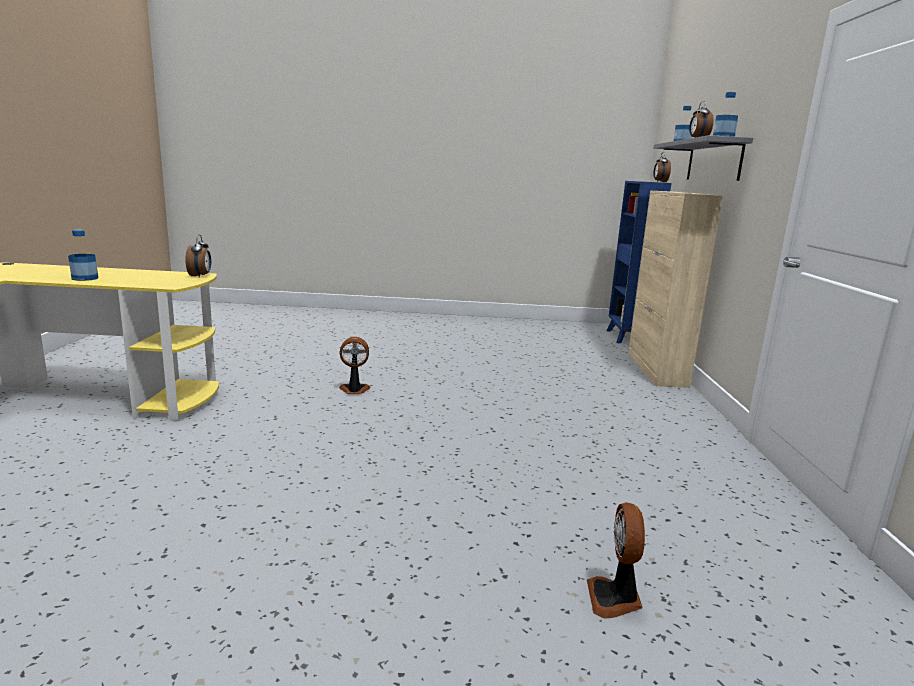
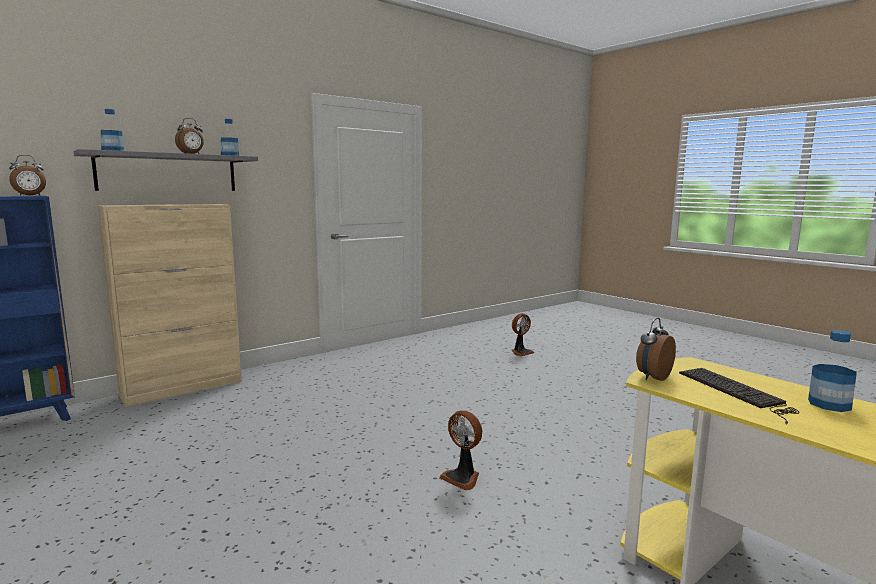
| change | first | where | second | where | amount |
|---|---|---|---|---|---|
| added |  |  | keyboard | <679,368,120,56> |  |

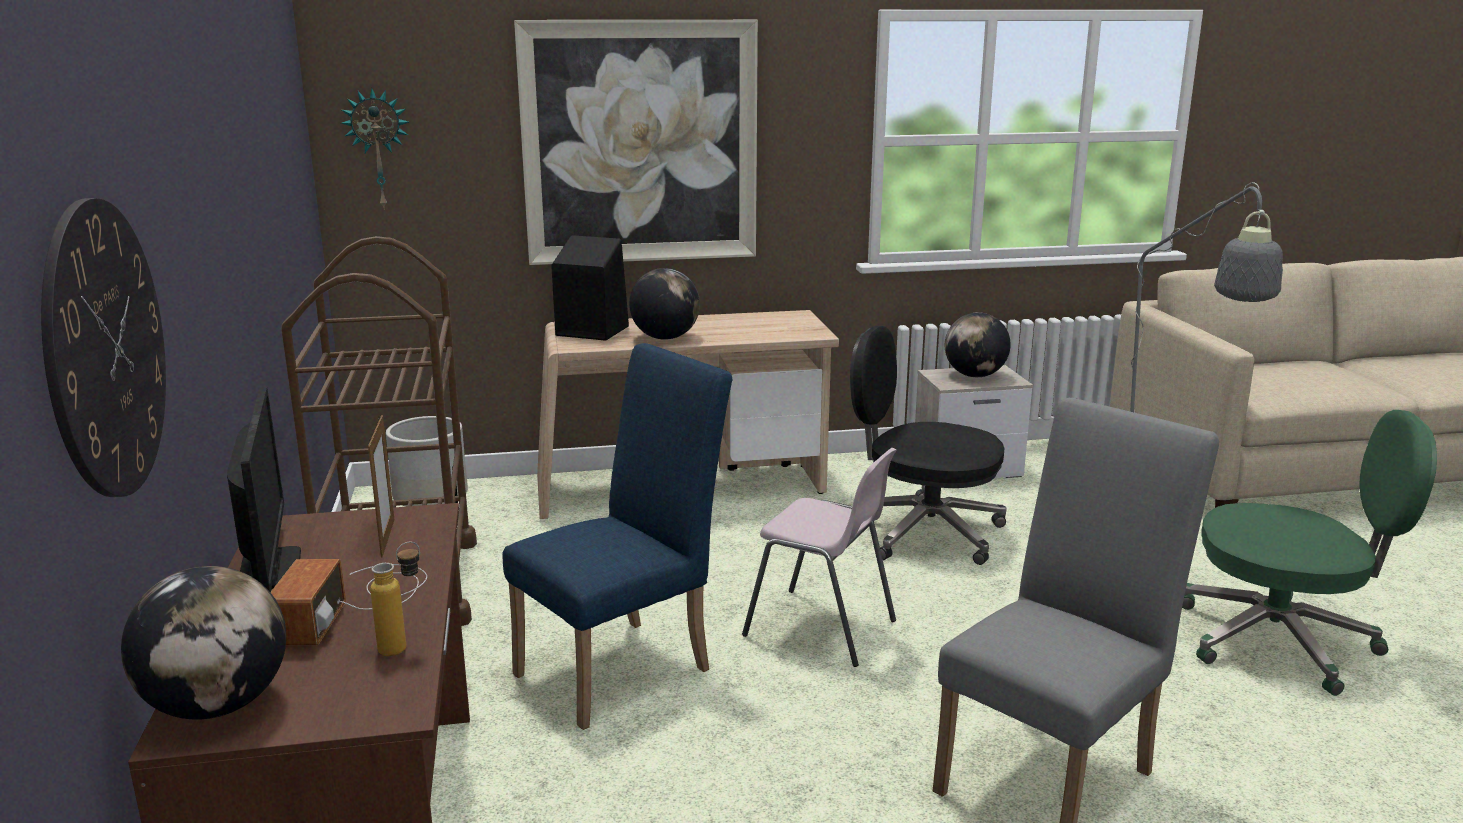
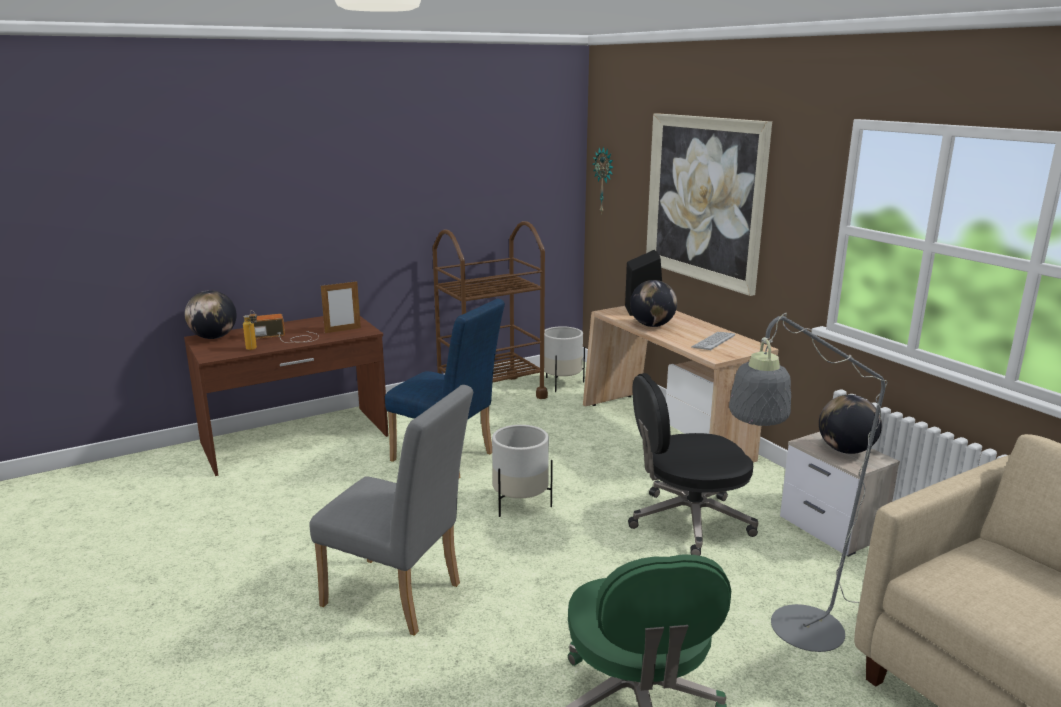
| change | first | where | second | where | amount |
|---|---|---|---|---|---|
| removed | wall clock | <41,198,125,299> |  |  |  |
| removed | monitor | <227,387,74,205> |  |  |  |
| added |  |  | keyboard | <691,332,44,18> |  |
| replaced | pink chair | <742,448,154,219> | white planter | <492,425,61,92> |  |
| turned | black office chair | <850,326,157,239> |  | <628,373,130,183> | 105 degrees counterclockwise |

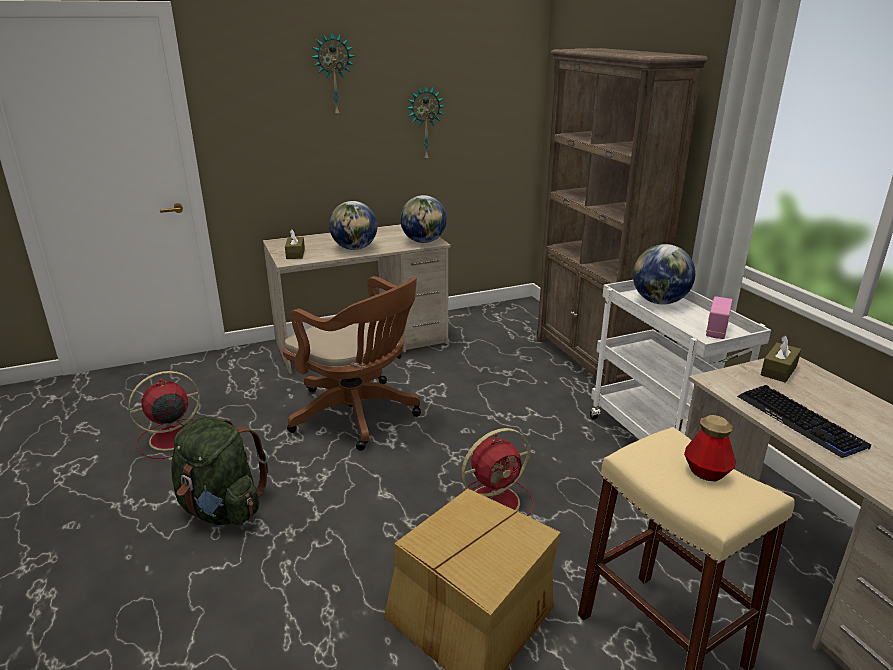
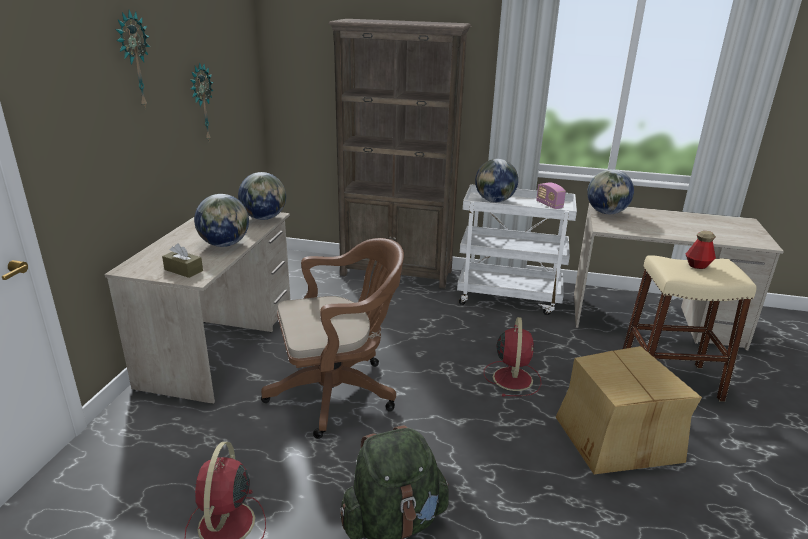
| change | first | where | second | where | amount |
|---|---|---|---|---|---|
| removed | keyboard | <737,385,134,73> |  |  |  |
| replaced | brown tissue box | <761,335,40,48> | globe | <587,169,47,45> |  |

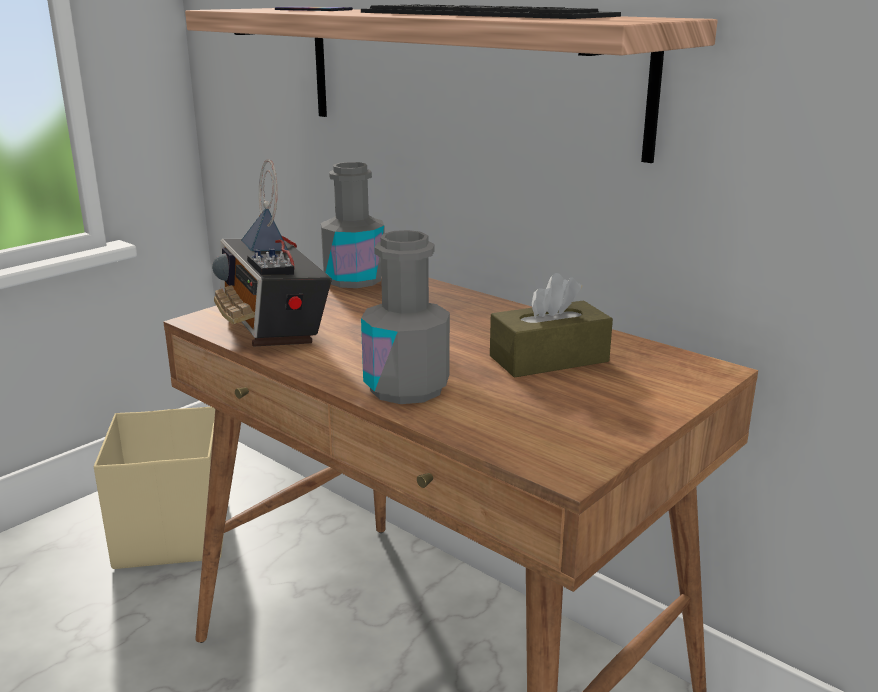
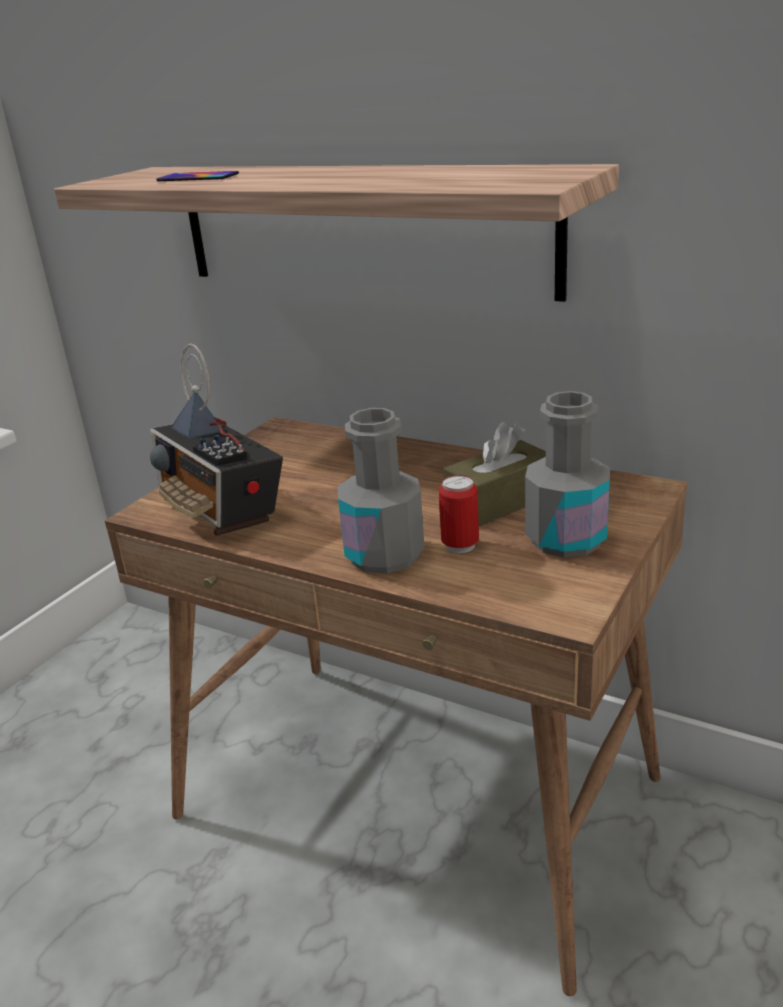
| change | first | where | second | where | amount |
|---|---|---|---|---|---|
| removed | beige storage box | <93,407,131,162> |  |  |  |
| removed | keyboard | <361,4,260,15> |  |  |  |
| added |  |  | can | <439,475,40,78> |  |
| moved | grey bottle | <321,162,64,126> |  | <525,391,85,167> |  |

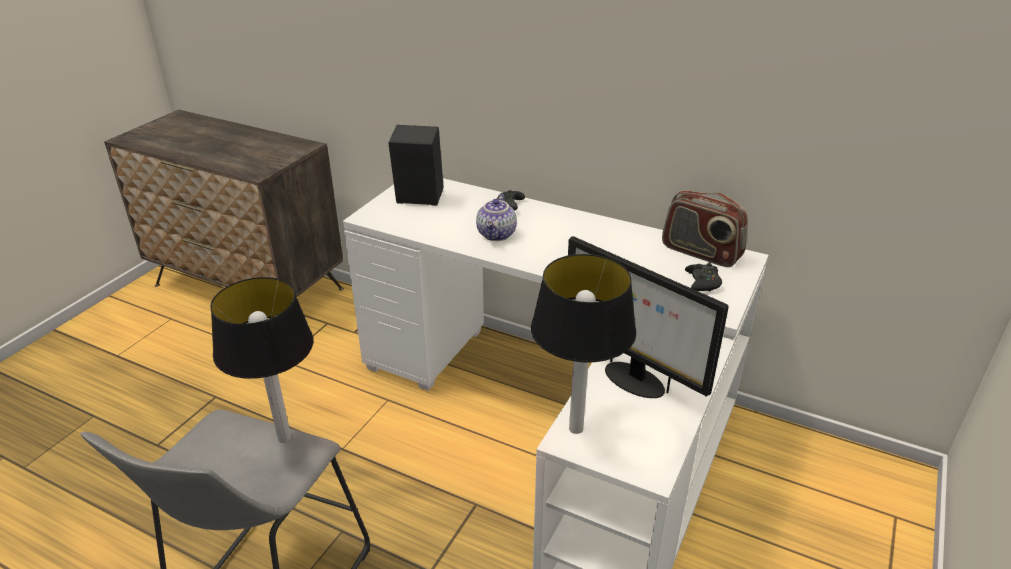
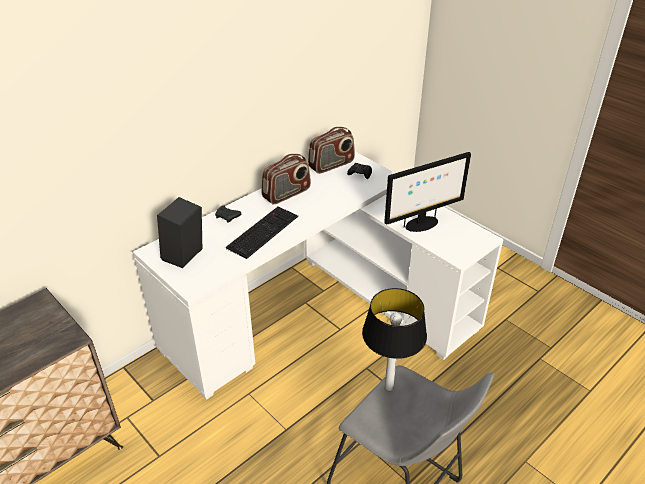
| change | first | where | second | where | amount |
|---|---|---|---|---|---|
| removed | table lamp | <531,254,105,180> |  |  |  |
| added |  |  | radio | <261,154,50,51> |  |
| replaced | teapot | <476,194,41,47> | keyboard | <226,207,72,52> |  |

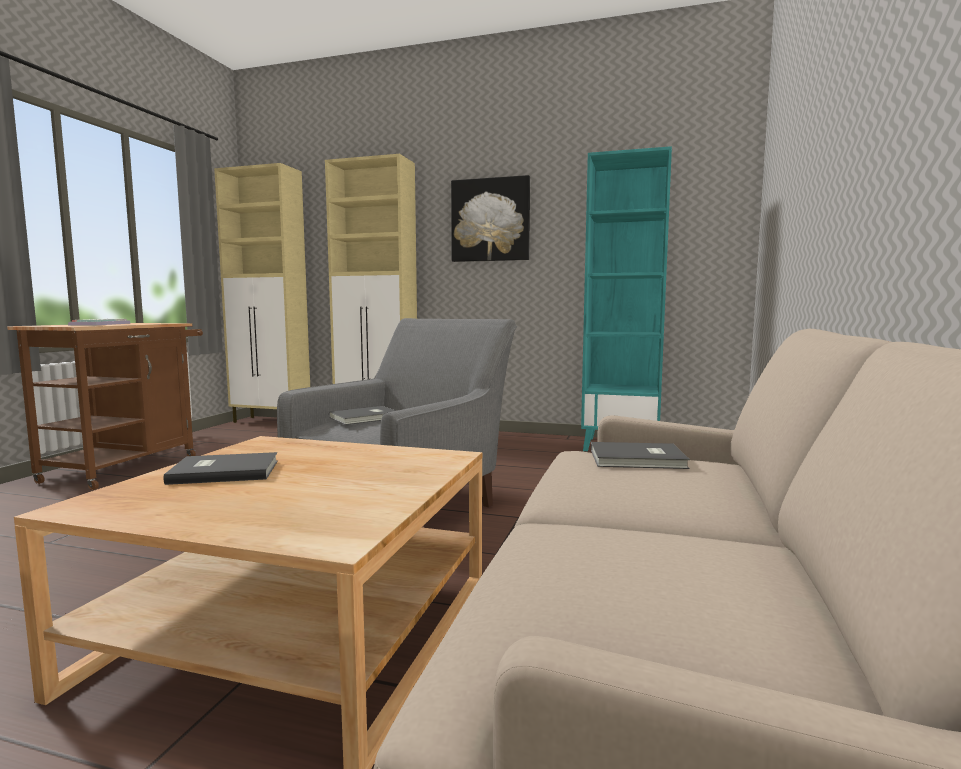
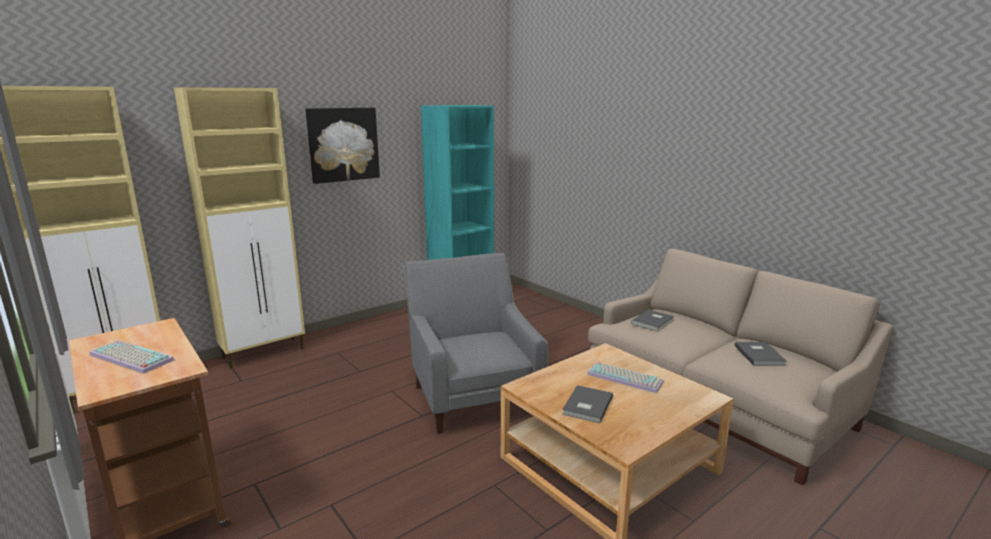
| change | first | where | second | where | amount |
|---|---|---|---|---|---|
| added |  |  | keyboard | <587,362,77,31> |  |
| moved | grey book | <329,406,67,19> |  | <735,342,52,24> |  |

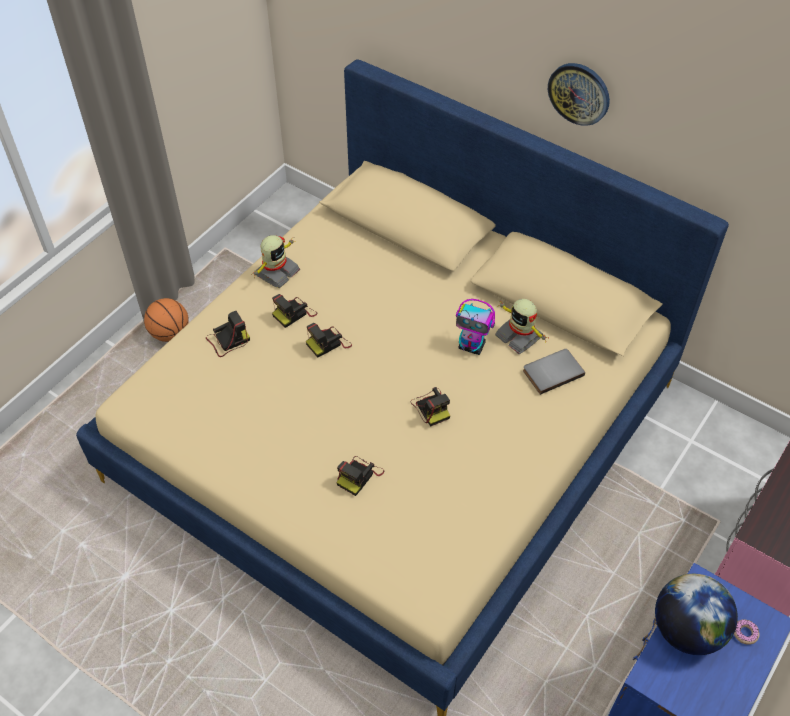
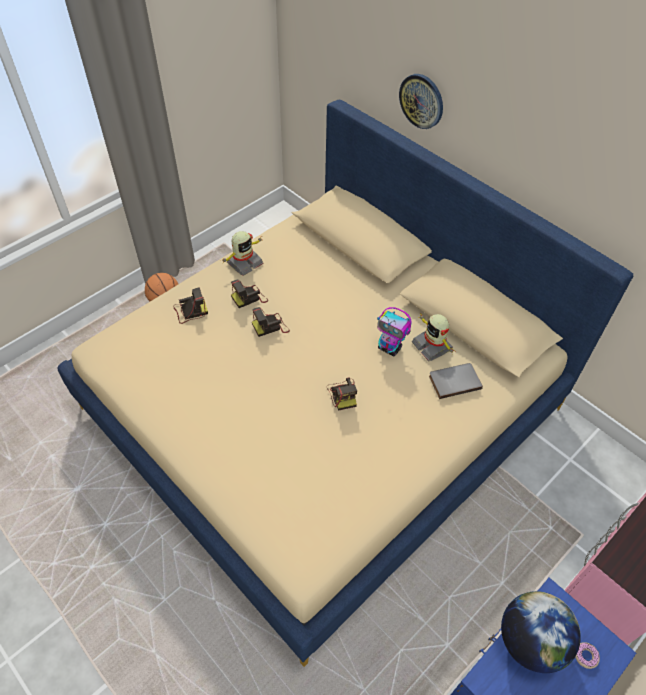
| change | first | where | second | where | amount |
|---|---|---|---|---|---|
| removed | photo camera | <336,456,48,40> |  |  |  |
| moved | wall clock | <548,63,62,63> |  | <399,74,44,55> |  |

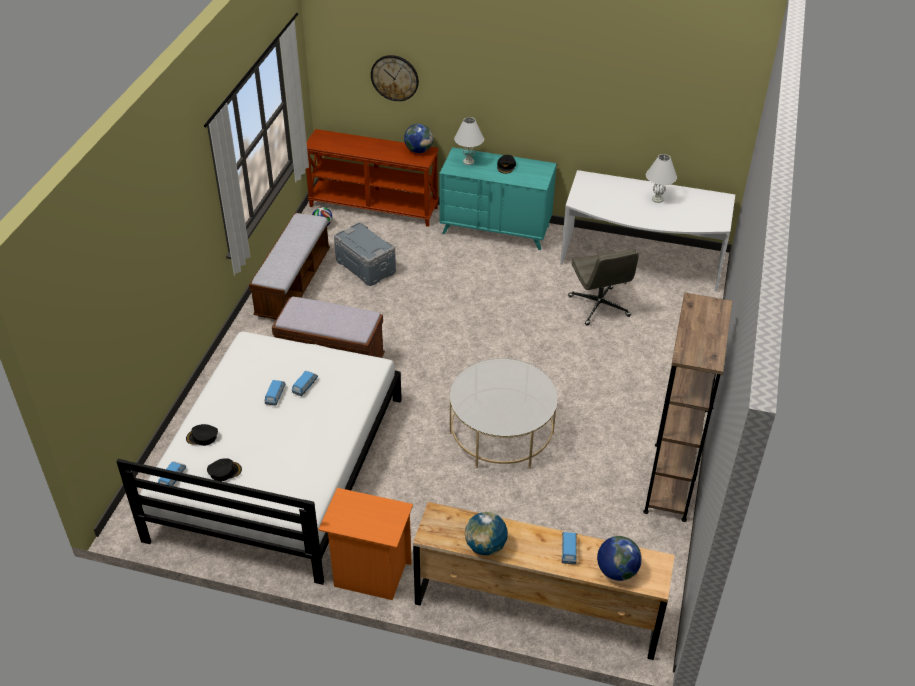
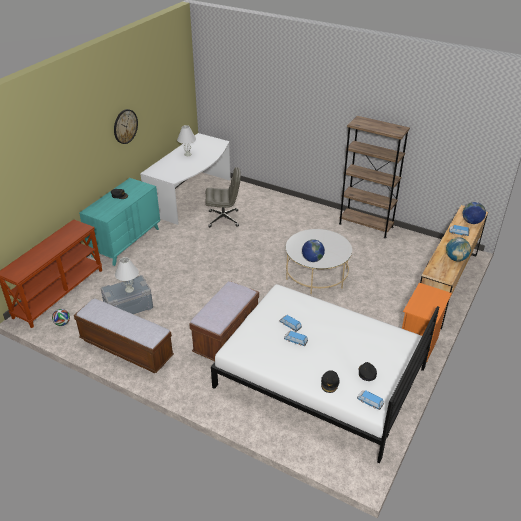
| change | first | where | second | where | amount |
|---|---|---|---|---|---|
| moved | wall clock | <371,55,48,46> |  | <114,109,24,35> |  |
| moved | globe | <404,124,29,29> |  | <302,239,23,23> |  |
| moved | white table lamp | <454,117,30,48> |  | <115,257,24,36> |  |

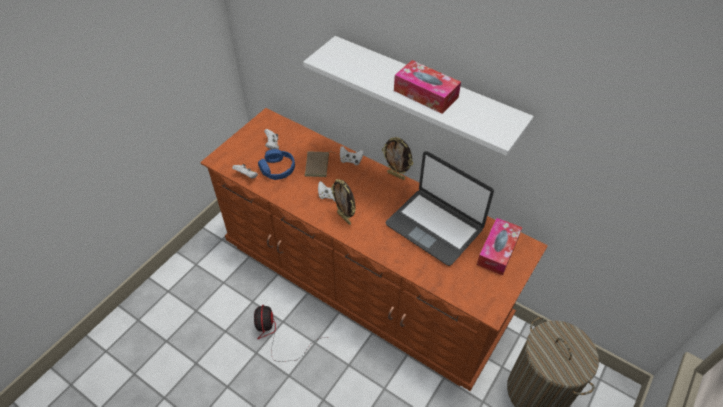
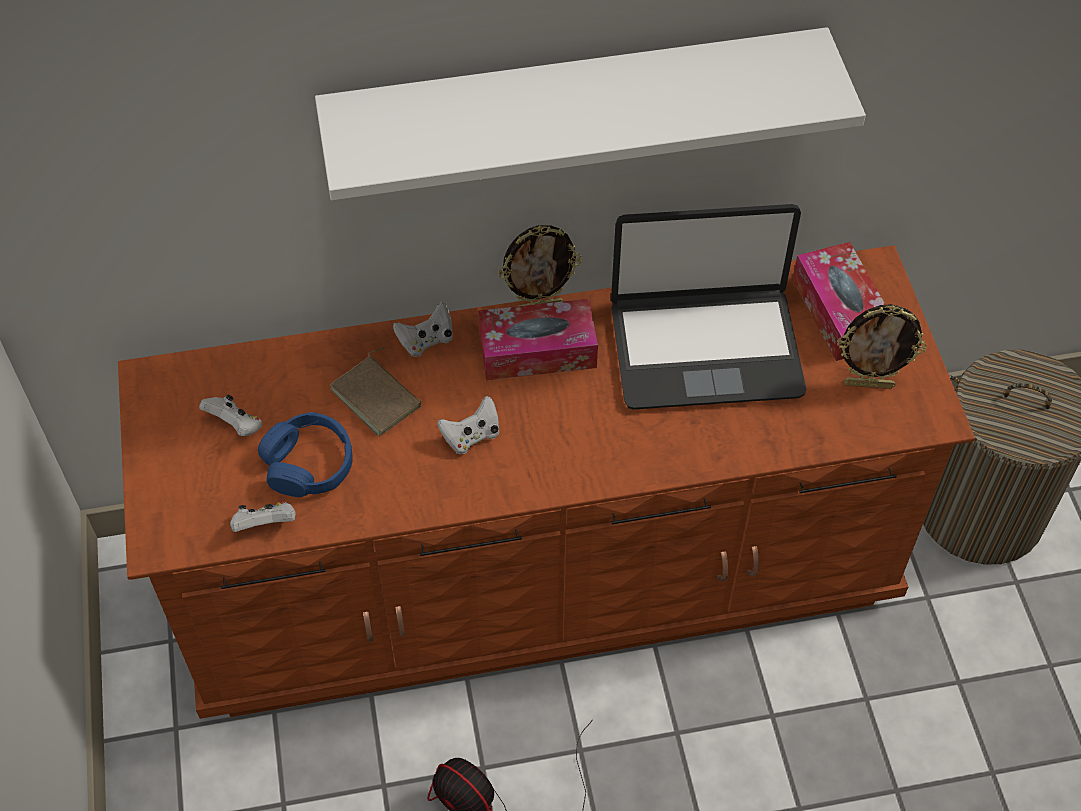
| change | first | where | second | where | amount |
|---|---|---|---|---|---|
| moved | picture frame | <331,179,25,46> |  | <837,304,90,85> |  |
| moved | tissue box | <394,60,67,54> |  | <478,299,120,81> |  |

